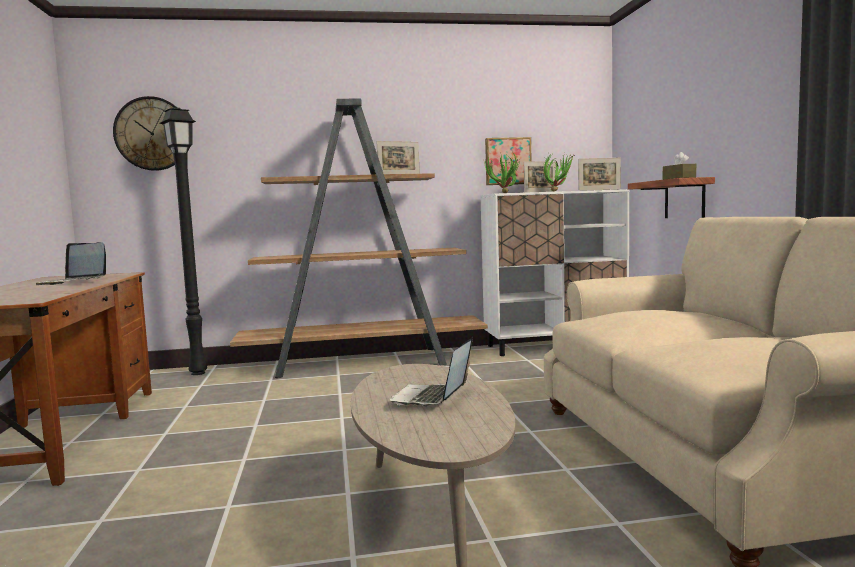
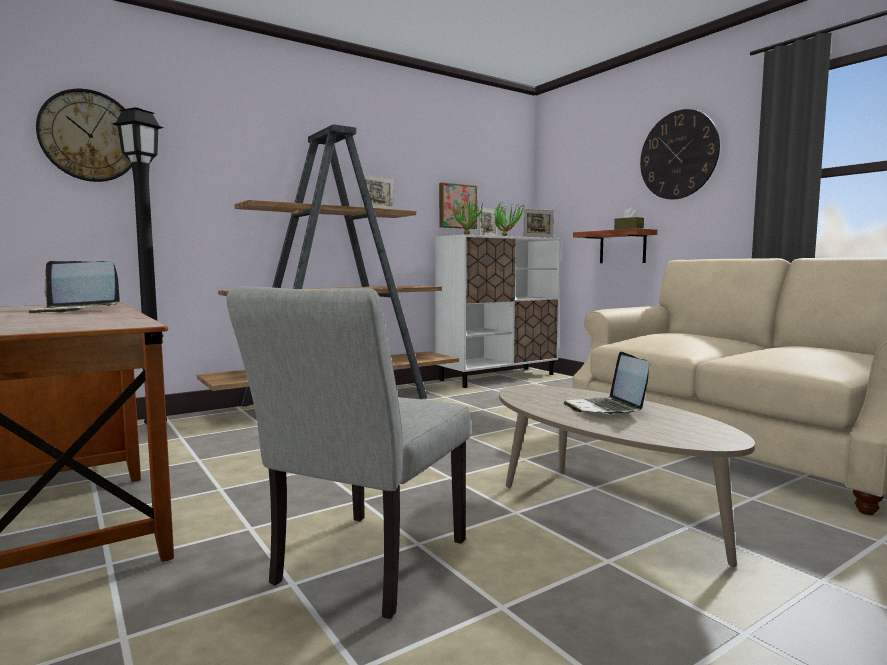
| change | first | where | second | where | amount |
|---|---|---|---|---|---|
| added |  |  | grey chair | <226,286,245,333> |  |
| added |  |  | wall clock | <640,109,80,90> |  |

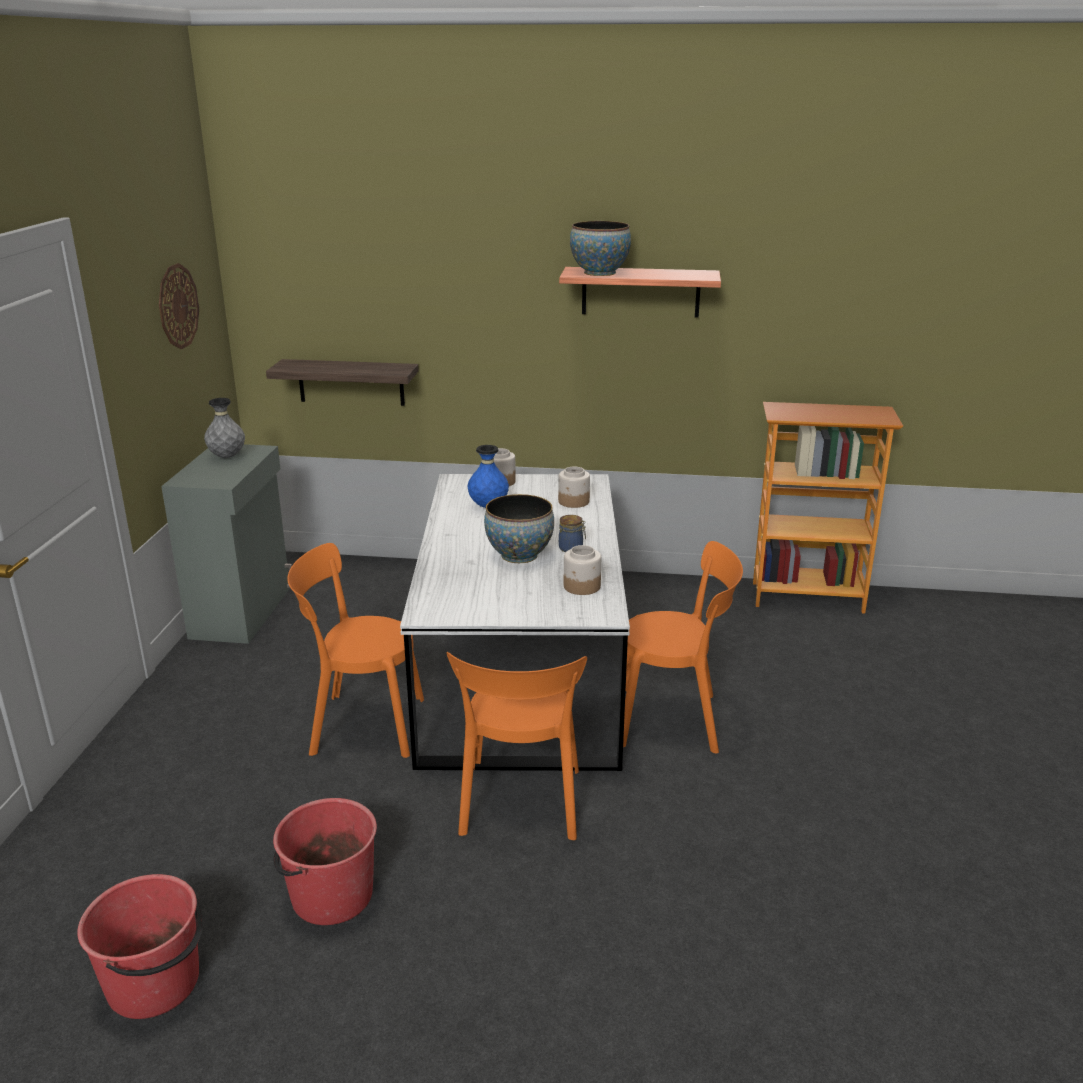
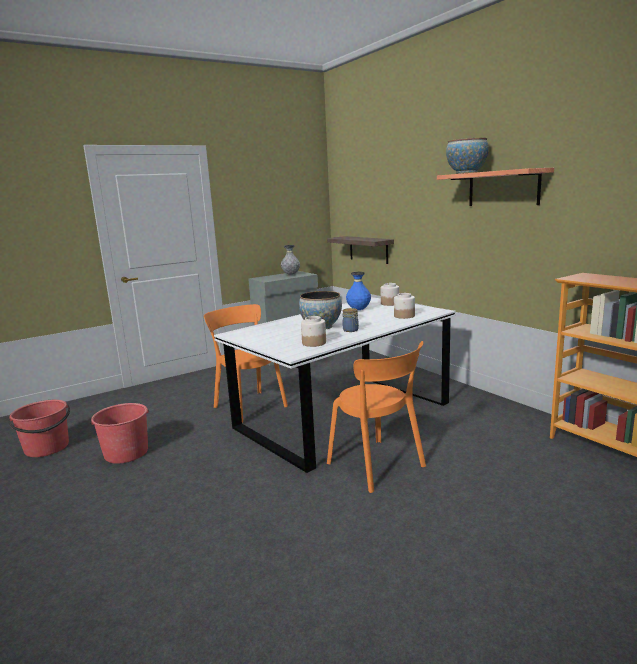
| change | first | where | second | where | amount |
|---|---|---|---|---|---|
| removed | wall clock | <159,263,40,86> |  |  |  |
| removed | orange chair | <446,652,141,188> |  |  |  |

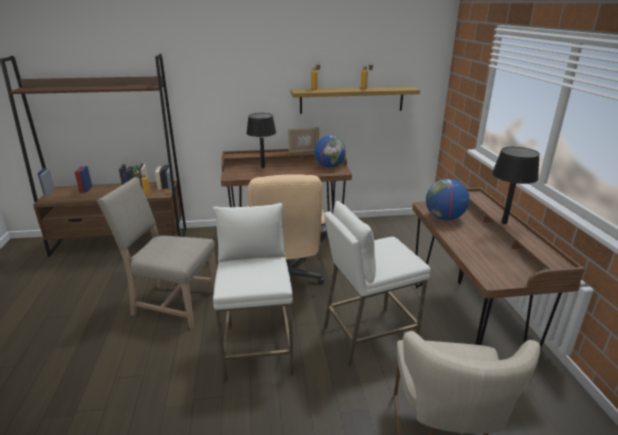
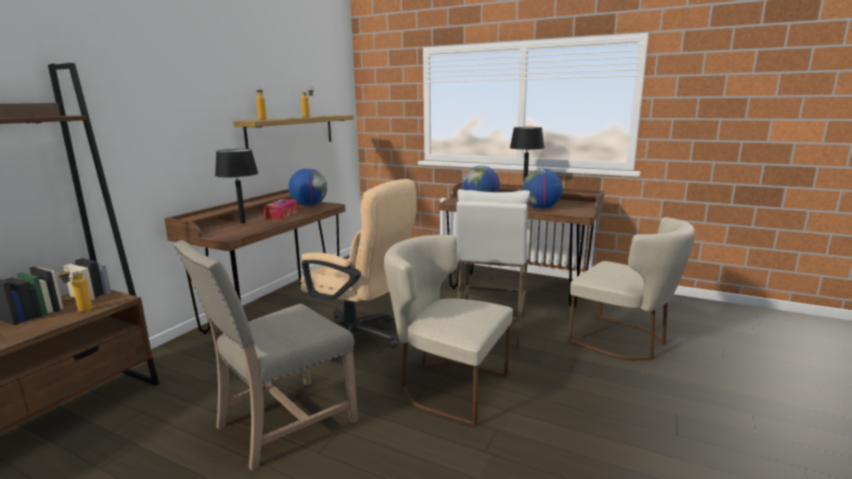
| change | first | where | second | where | amount |
|---|---|---|---|---|---|
| removed | picture frame | <288,127,31,27> |  |  |  |
| added |  |  | tissue box | <264,199,34,20> |  |
| added |  |  | globe | <522,169,41,40> |  |
| replaced | white stool | <213,203,81,179> | beige chair | <384,235,129,191> |  |

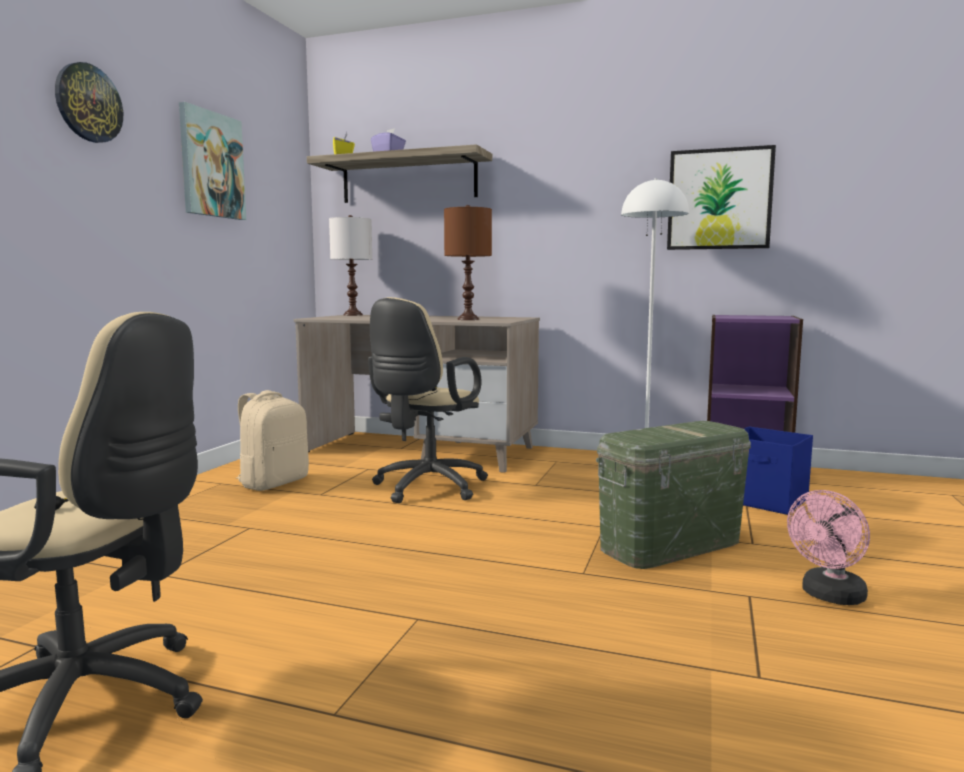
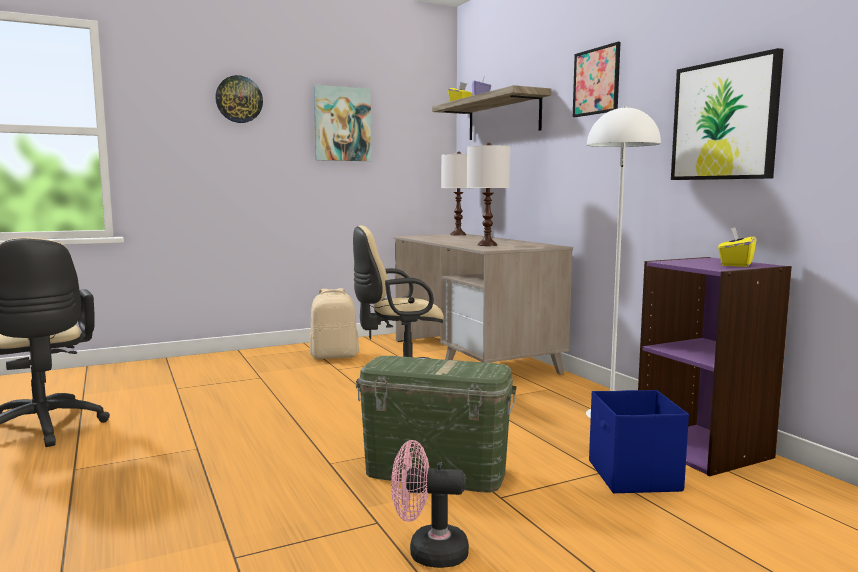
| change | first | where | second | where | amount |
|---|---|---|---|---|---|
| added |  |  | picture | <573,42,48,75> |  |
| added |  |  | yellow tissue box | <718,228,38,39> |  |
| recoloured | brown table lamp | <444,205,48,115> | white table lamp | <467,143,43,103> |  |

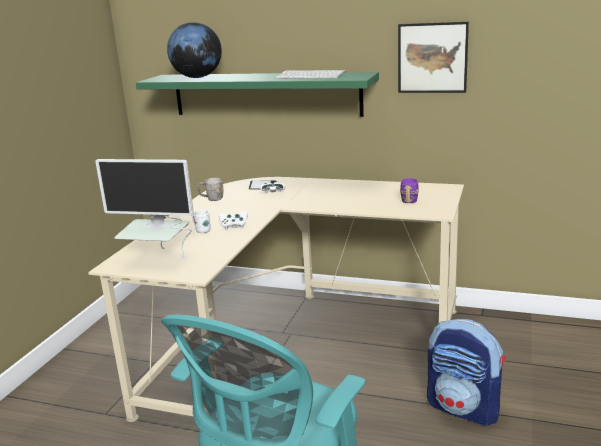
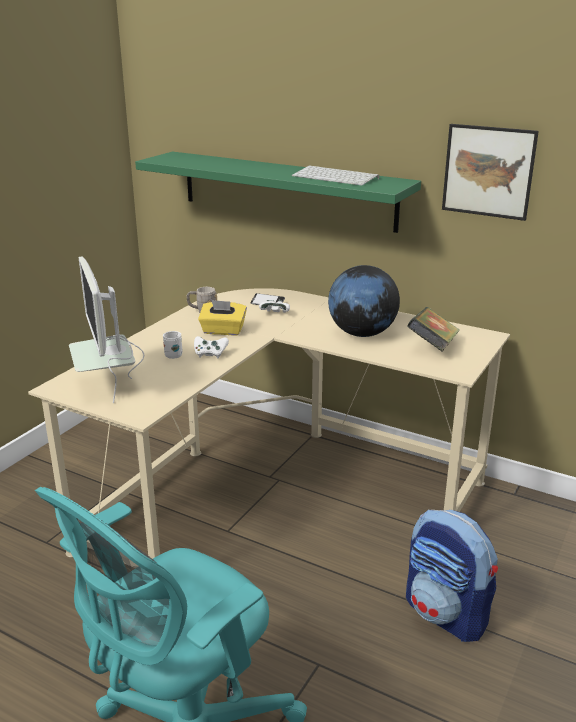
| change | first | where | second | where | amount |
|---|---|---|---|---|---|
| added |  |  | yellow tissue box | <198,300,49,35> |  |
| moved | globe | <167,22,55,56> |  | <328,265,72,72> |  |
| replaced | purple mug | <400,178,19,25> | book | <407,307,53,44> |  |
| turned | monitor | <95,159,99,102> |  | <69,256,75,147> | 45 degrees clockwise |

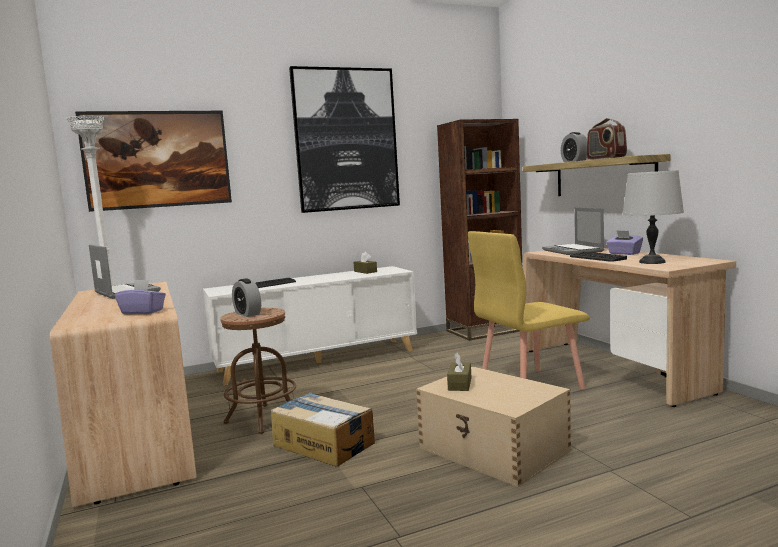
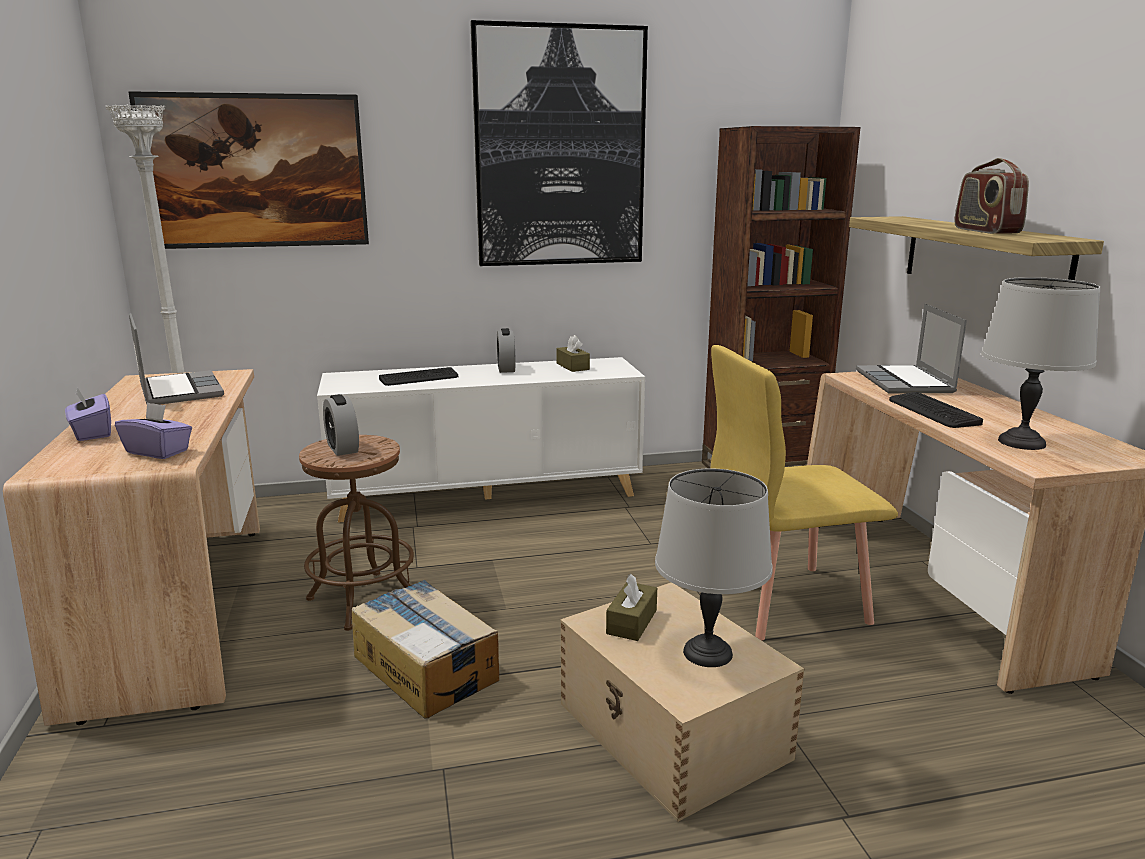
| change | first | where | second | where | amount |
|---|---|---|---|---|---|
| added |  |  | grey table lamp | <655,469,117,198> |  |
| moved | alarm clock | <561,132,26,30> |  | <497,328,19,45> |  |
| moved | purple tissue box | <606,230,37,25> |  | <65,387,46,54> |  |

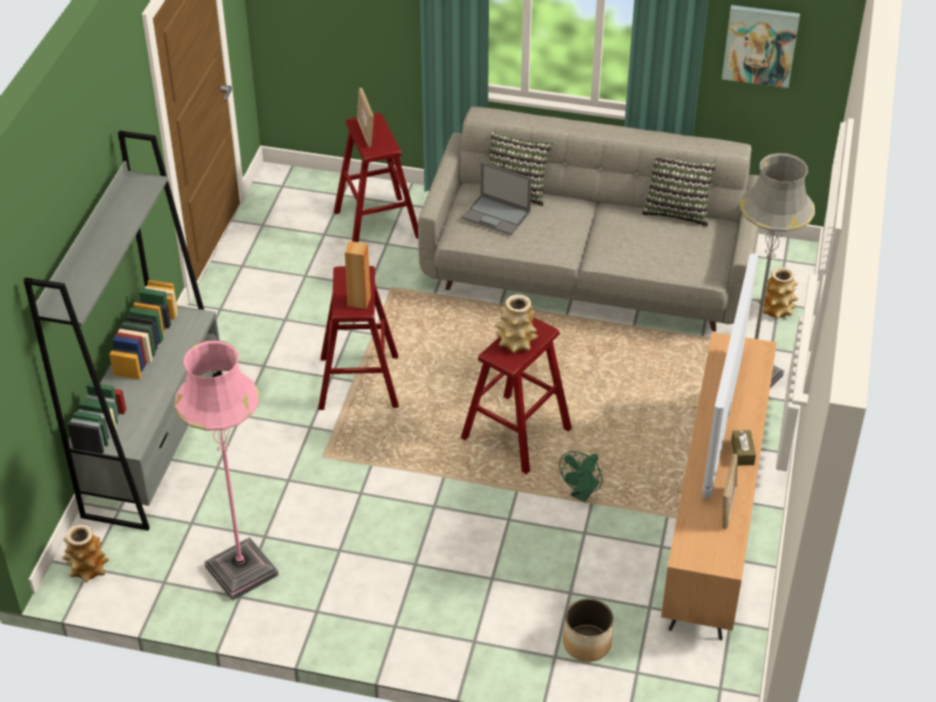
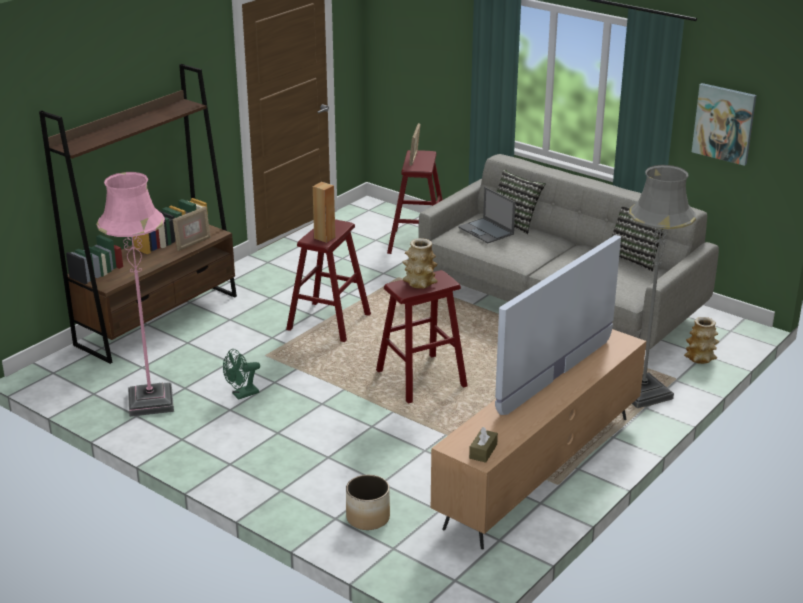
| change | first | where | second | where | amount |
|---|---|---|---|---|---|
| removed | vase | <62,524,47,59> |  |  |  |
| moved | green fan | <559,451,44,51> |  | <223,349,37,51> |  |
| moved | picture frame | <723,453,15,77> |  | <173,206,38,45> |  |
| moved | brown tissue box | <731,430,25,36> |  | <469,427,29,36> |  |
| recoloured | grey bookcase | <23,131,199,400> | brown bookcase | <39,64,198,300> |  |

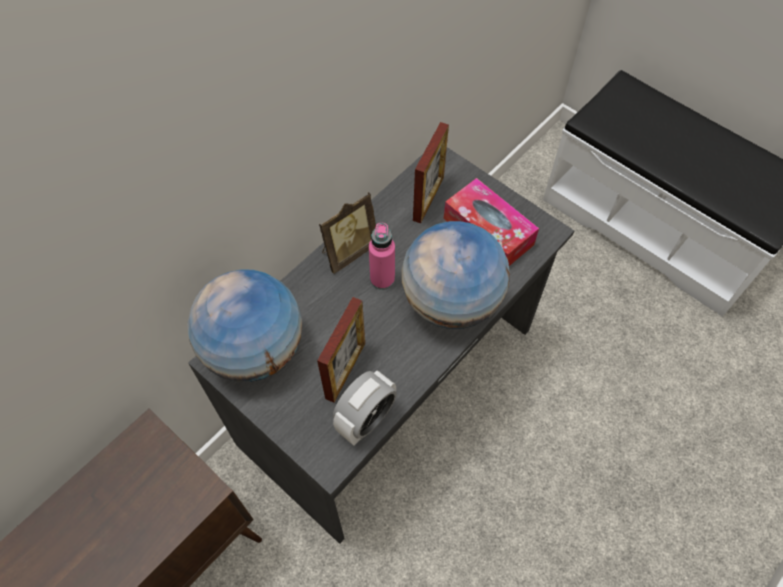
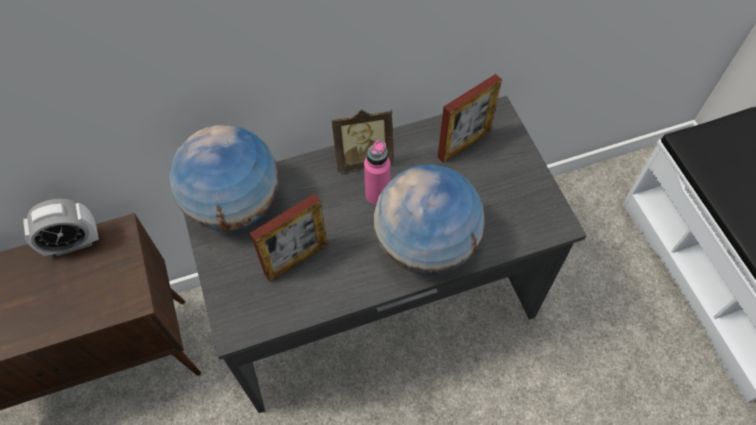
| change | first | where | second | where | amount |
|---|---|---|---|---|---|
| removed | tissue box | <444,178,95,88> |  |  |  |
| moved | alarm clock | <333,370,64,76> |  | <23,199,76,57> |  |

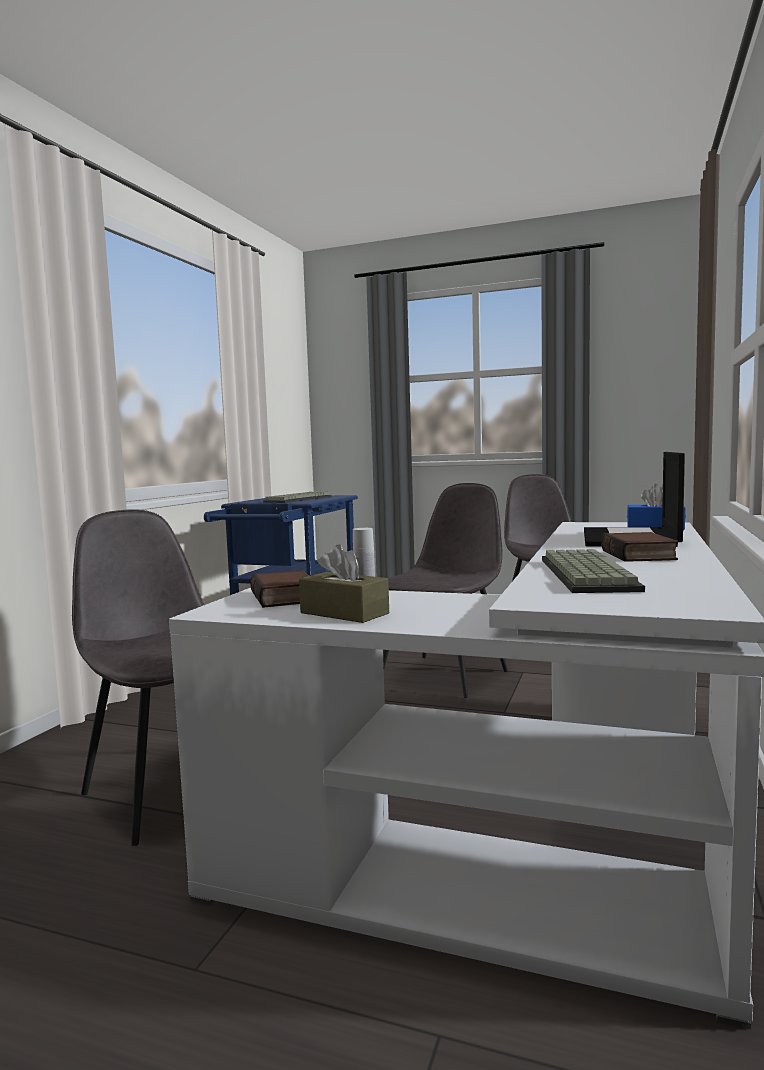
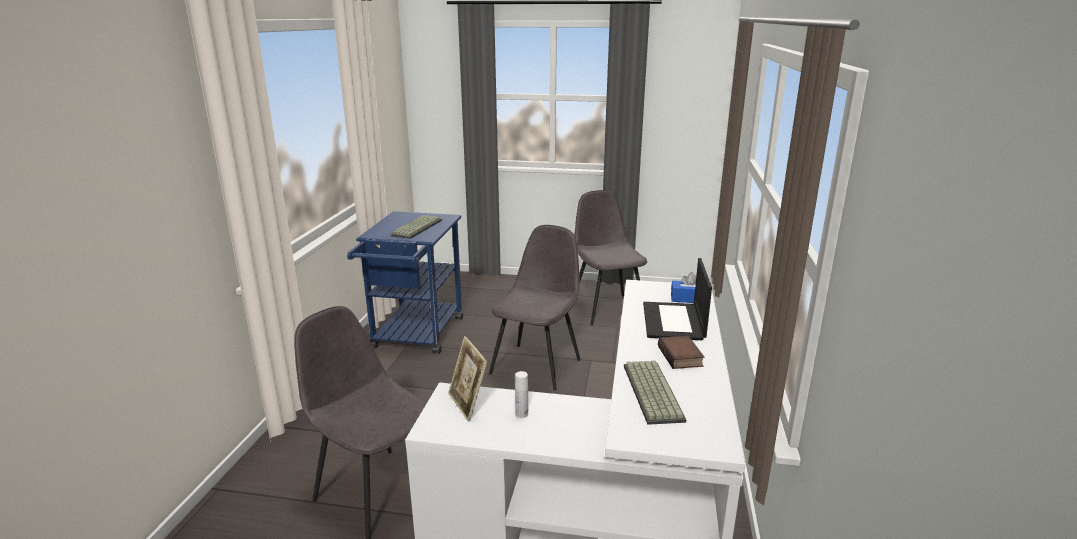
| change | first | where | second | where | amount |
|---|---|---|---|---|---|
| removed | brown tissue box | <299,544,90,79> |  |  |  |
| replaced | book | <250,570,59,38> | picture frame | <448,336,39,86> |  |

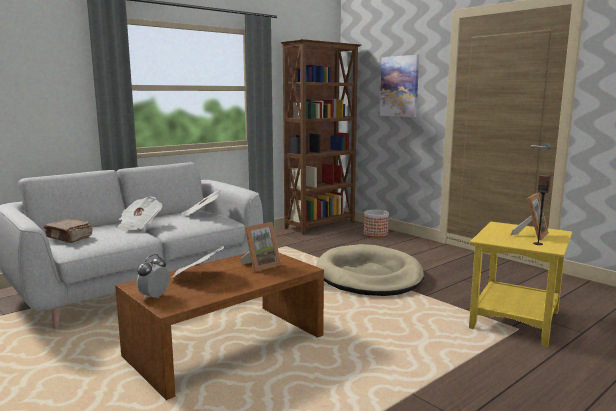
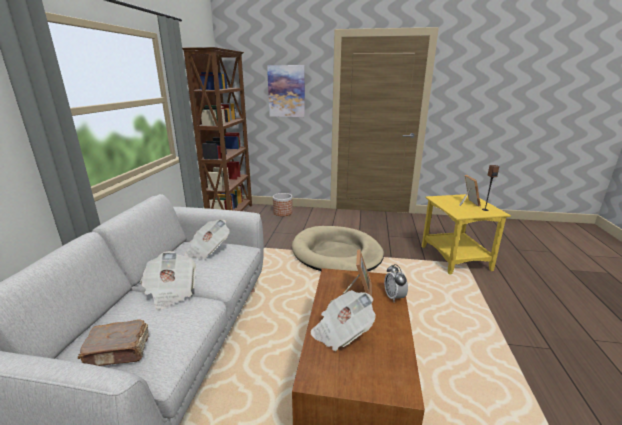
| change | first | where | second | where | amount |
|---|---|---|---|---|---|
| moved | alarm clock | <136,254,34,45> |  | <384,264,24,38> |  |

